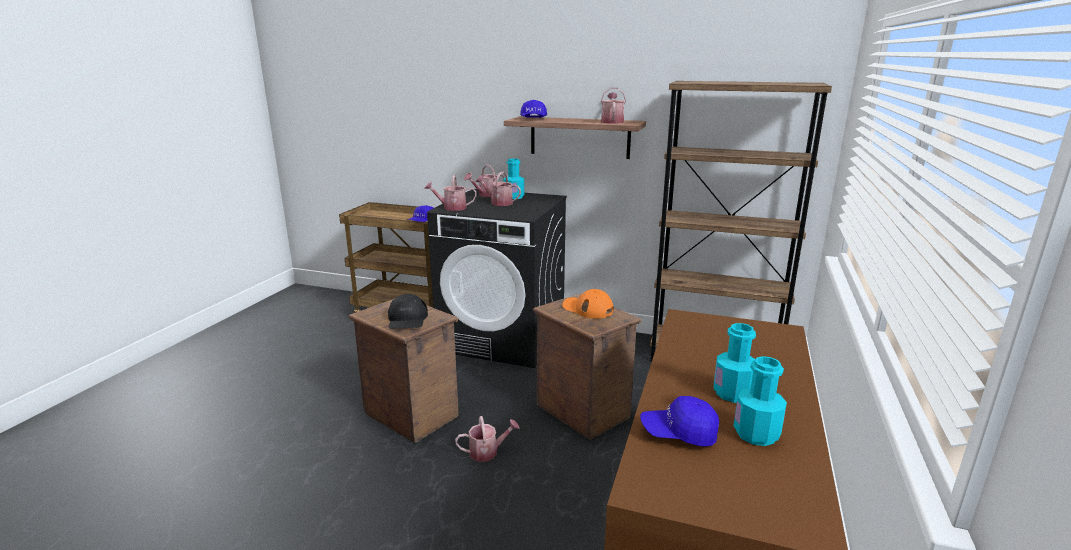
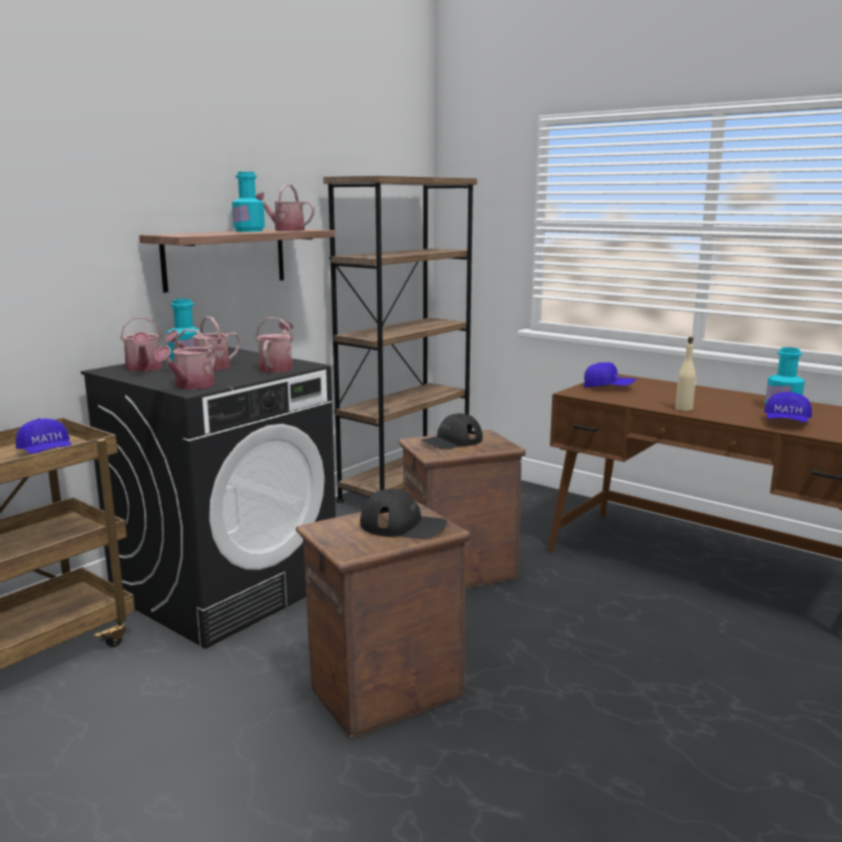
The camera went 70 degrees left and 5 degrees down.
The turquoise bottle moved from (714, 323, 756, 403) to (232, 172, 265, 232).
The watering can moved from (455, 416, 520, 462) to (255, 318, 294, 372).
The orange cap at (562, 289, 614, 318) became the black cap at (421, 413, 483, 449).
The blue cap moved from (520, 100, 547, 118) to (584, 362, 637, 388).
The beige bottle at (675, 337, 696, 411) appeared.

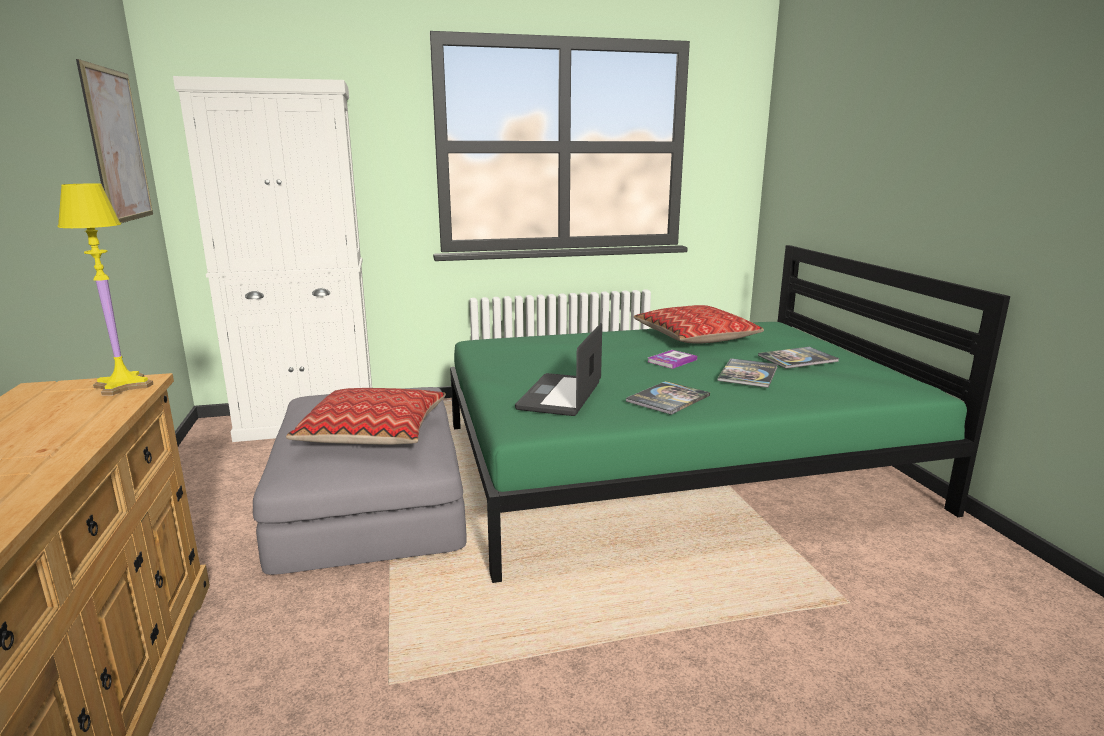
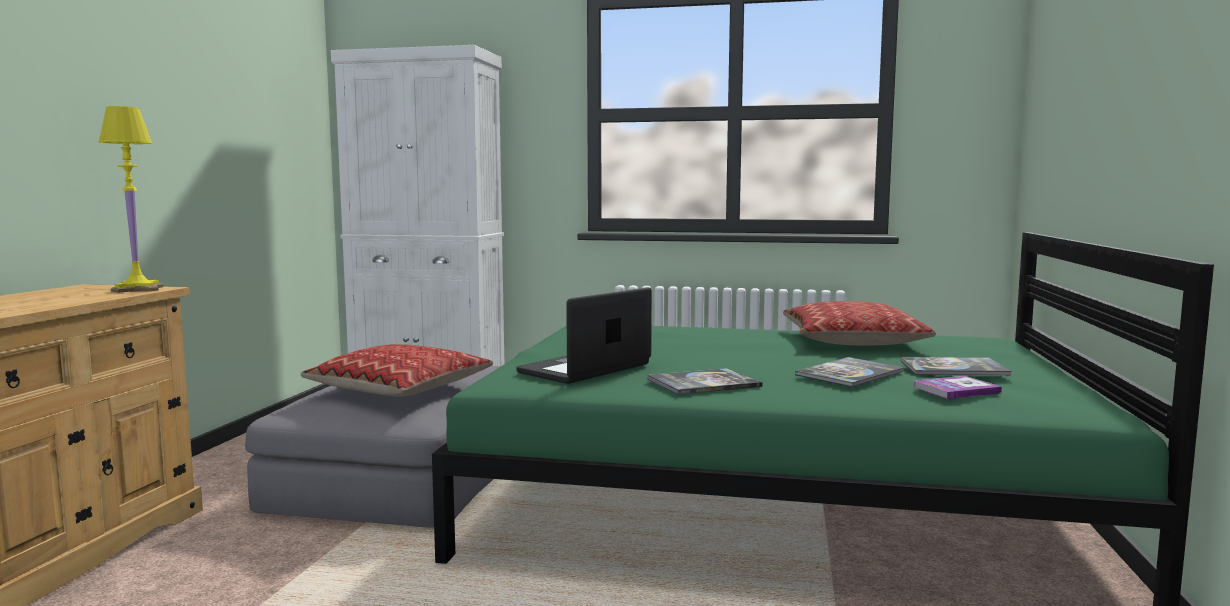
The camera went 25 degrees right and 10 degrees down.
The book moved from (648, 350, 697, 369) to (913, 376, 1002, 399).
The picture at (76, 59, 153, 223) disappeared.

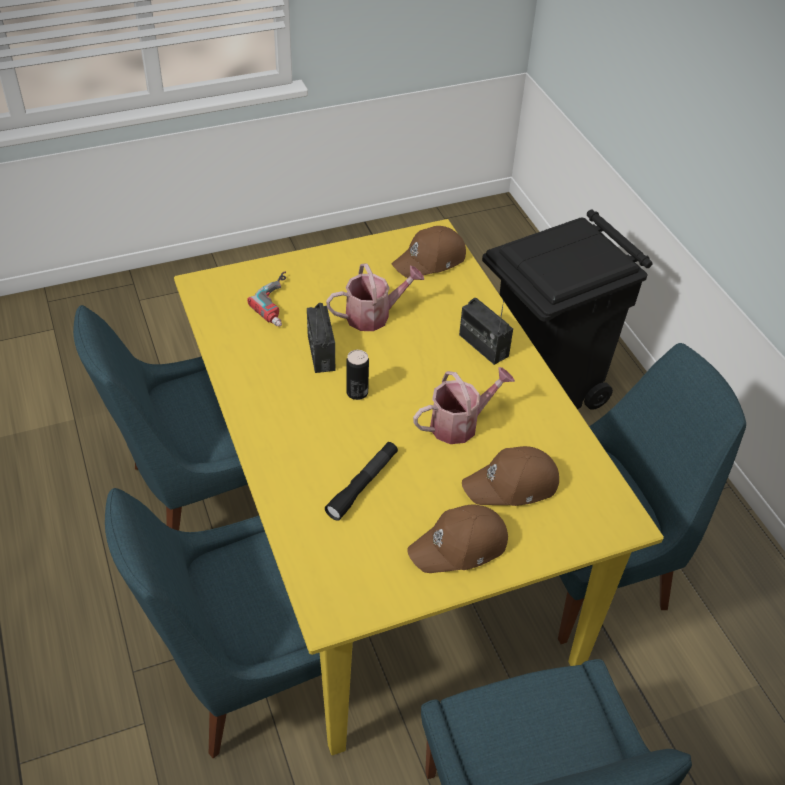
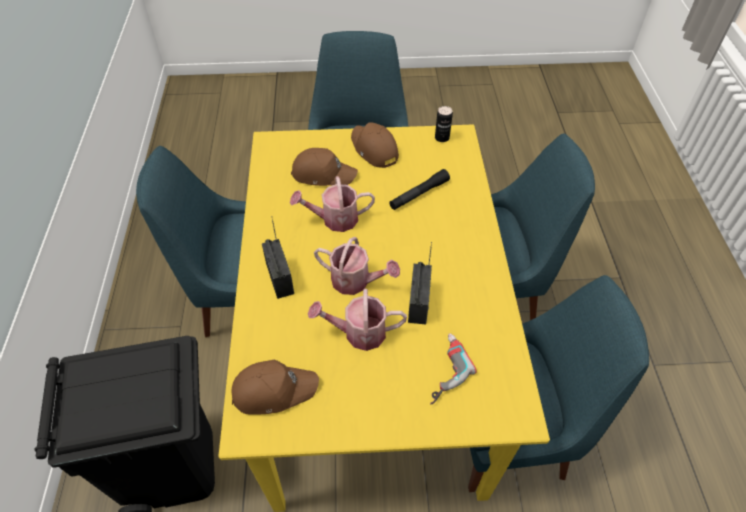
The camera went 160 degrees left and 5 degrees up.
The watering can at (314, 237, 400, 295) appeared.
The brown cap at (407, 505, 508, 573) turned 120 degrees counterclockwise.
The can moved from (346, 350, 369, 400) to (435, 106, 453, 142).

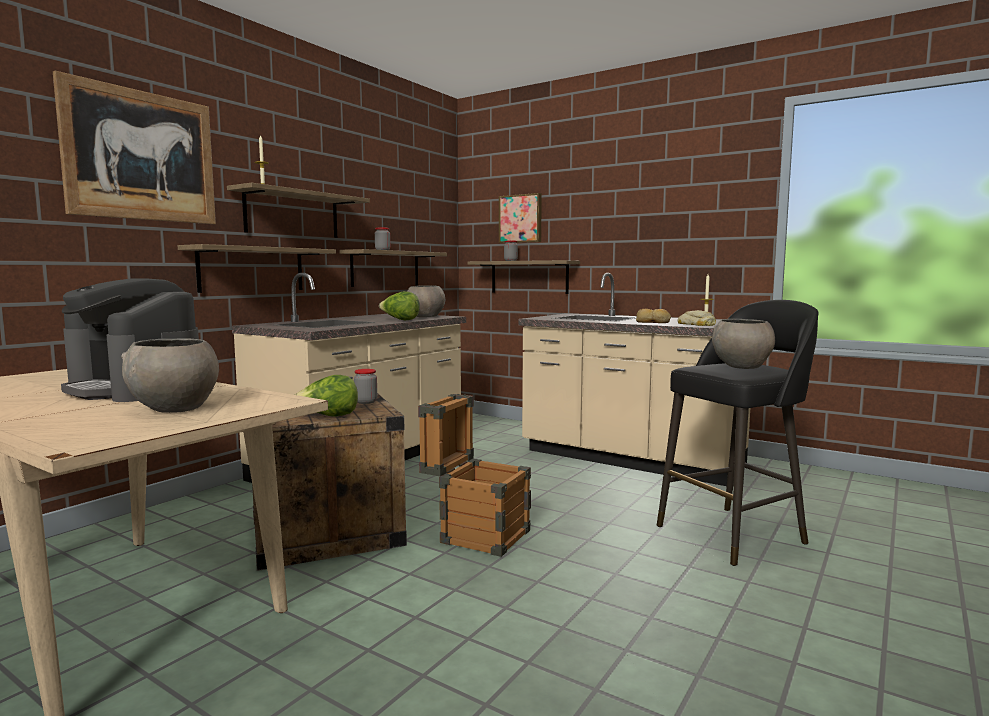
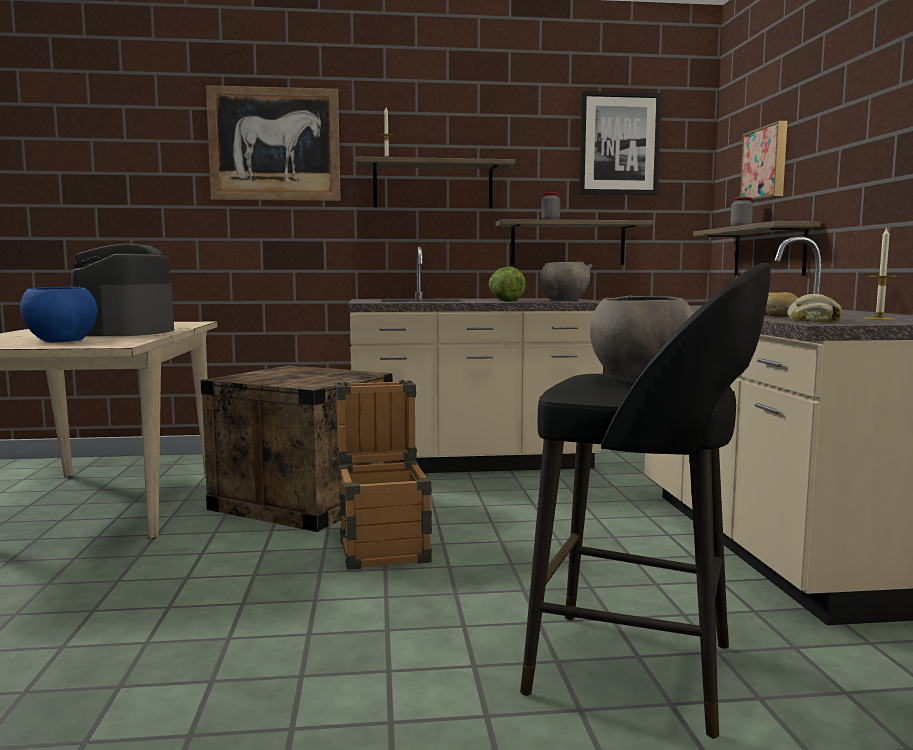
The camera went 50 degrees right and 0 degrees up.
The grey bowl at (121, 338, 219, 413) became the blue bowl at (20, 287, 97, 342).
The picture at (579, 91, 662, 195) appeared.
The shelf at (178, 244, 336, 293) disappeared.
The lettuce at (295, 375, 358, 417) disappeared.
The jar at (354, 369, 377, 404) disappeared.

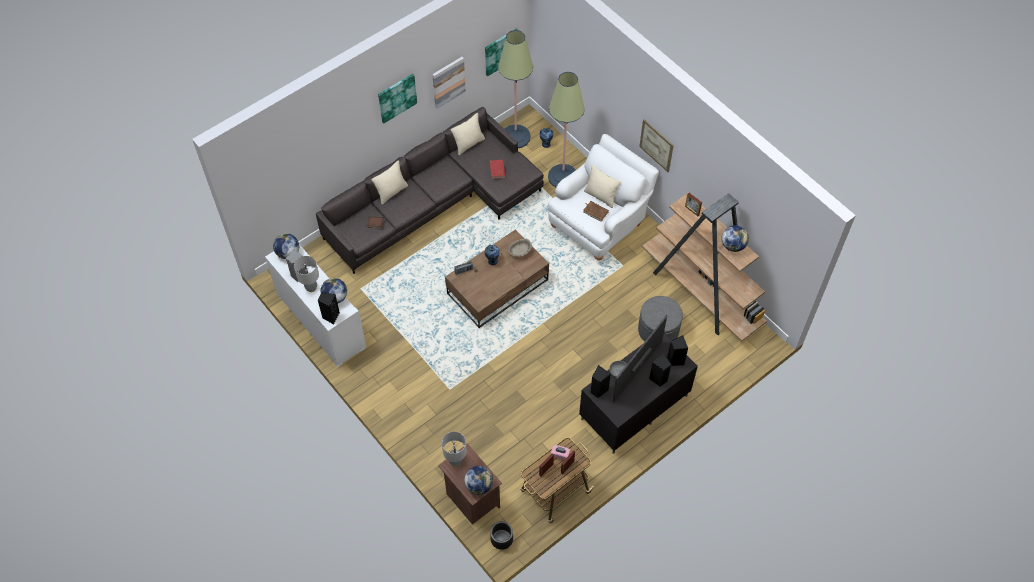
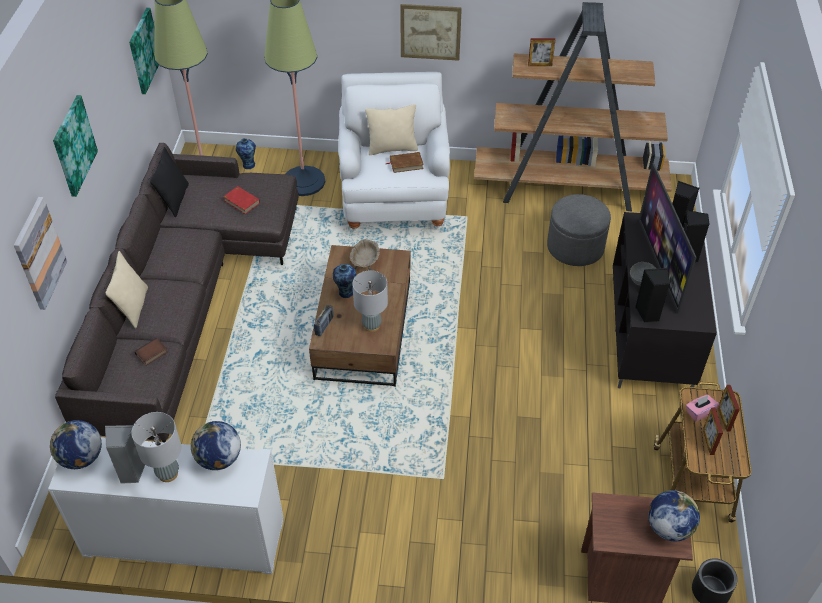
The camera went 45 degrees left and 10 degrees down.
The picture moved from (432, 57, 466, 109) to (14, 197, 67, 310).
The beige pillow at (451, 113, 485, 155) became the black pillow at (150, 147, 189, 218).
The grey table lamp moved from (442, 432, 467, 467) to (353, 270, 388, 332).
The black speaker at (318, 293, 340, 324) disappeared.
The globe at (721, 225, 749, 252) disappeared.

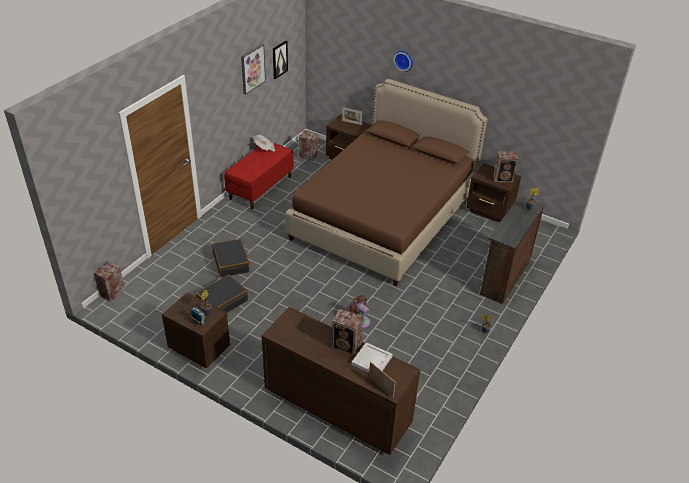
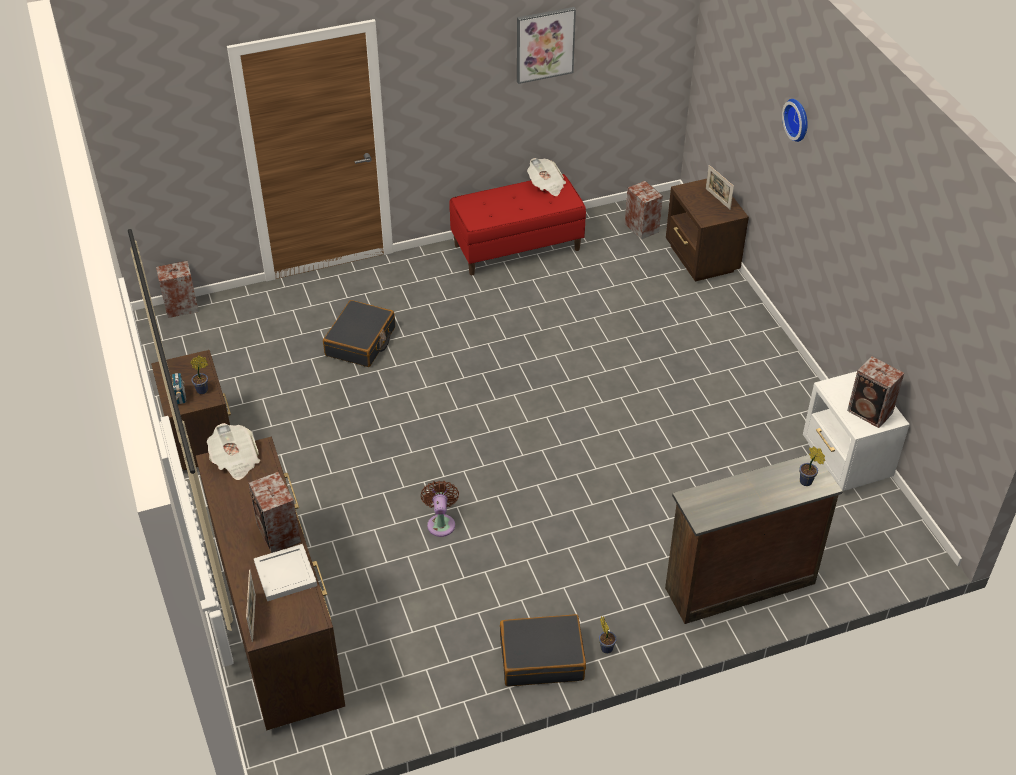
The camera went 40 degrees right and 5 degrees up.
The newspaper at (207, 423, 260, 480) appeared.
The black suitcase moved from (196, 275, 248, 313) to (500, 614, 586, 686).
The brown nightstand at (466, 163, 521, 222) became the white nightstand at (803, 371, 910, 491).
The picture at (273, 41, 288, 79) disappeared.
The brown bed at (285, 79, 488, 287) disappeared.

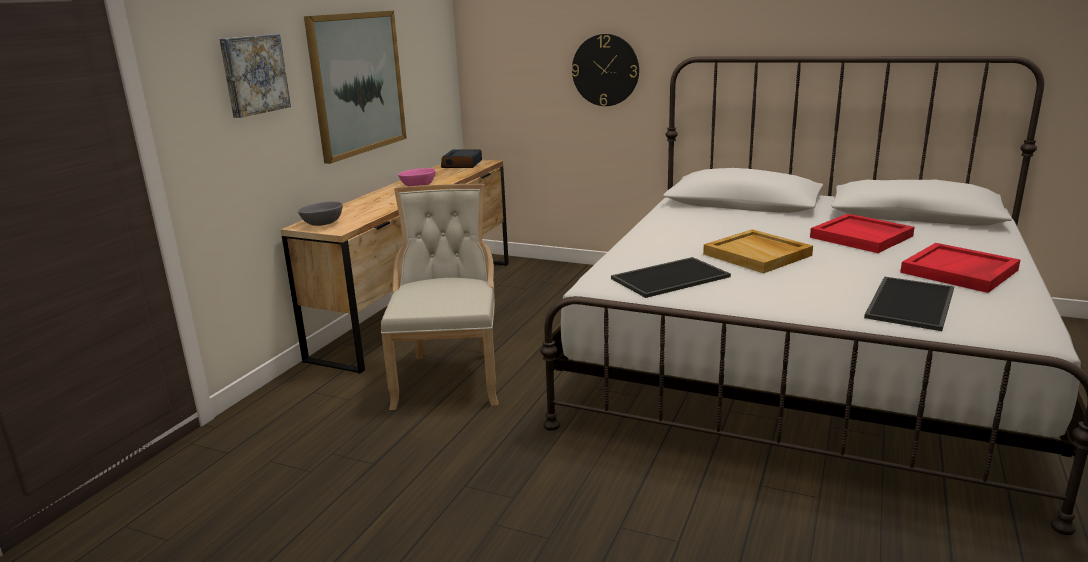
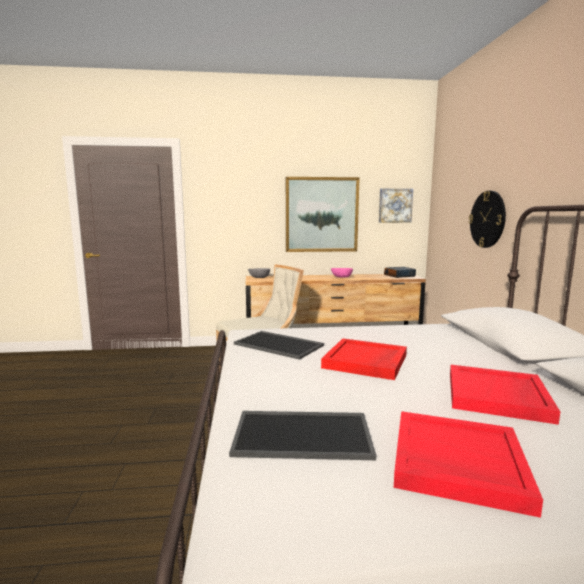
The camera went 60 degrees right and 10 degrees down.
The beige tray at (703, 229, 813, 273) became the red tray at (321, 338, 407, 380).
The picture moved from (219, 34, 291, 118) to (379, 189, 413, 223).

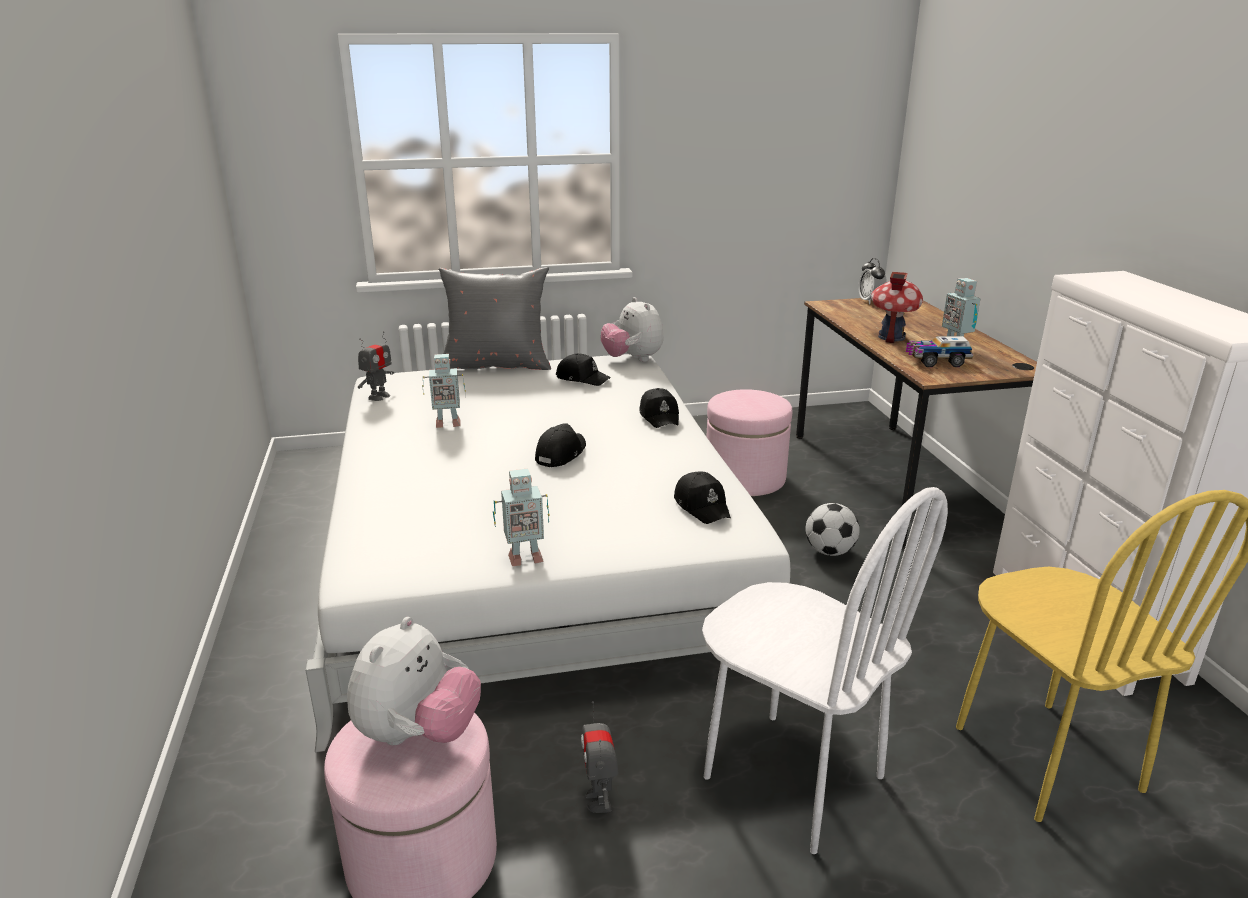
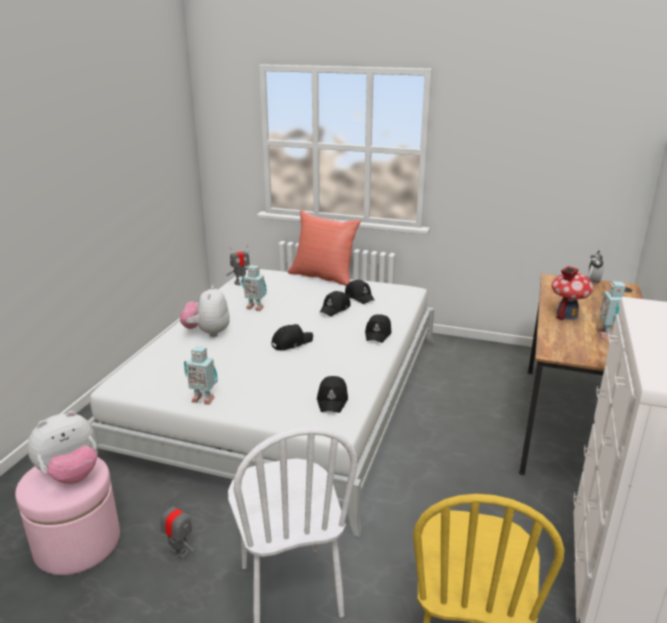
The camera went 30 degrees right and 0 degrees up.
The toy robot at (581, 701, 618, 813) turned 105 degrees clockwise.
The plush toy moved from (601, 297, 664, 362) to (180, 285, 230, 337).
The grey pillow at (439, 267, 551, 370) became the red pillow at (288, 210, 361, 286).
The black cap at (319, 291, 351, 316) appeared.
The pink ottoman at (706, 389, 792, 496) disappeared.
The football at (806, 503, 860, 556) disappeared.
The toy truck at (906, 336, 973, 367) disappeared.

